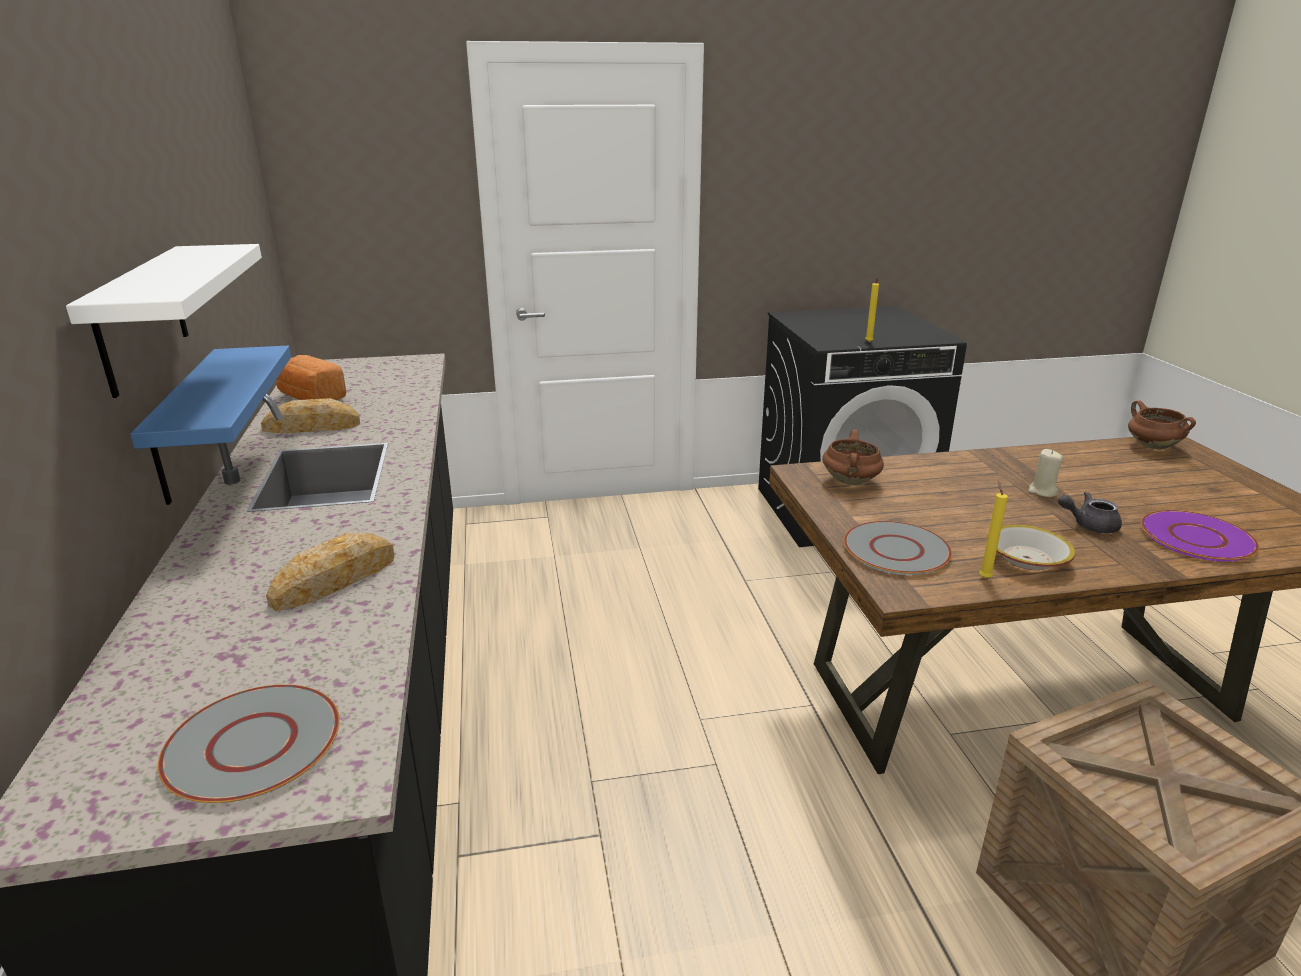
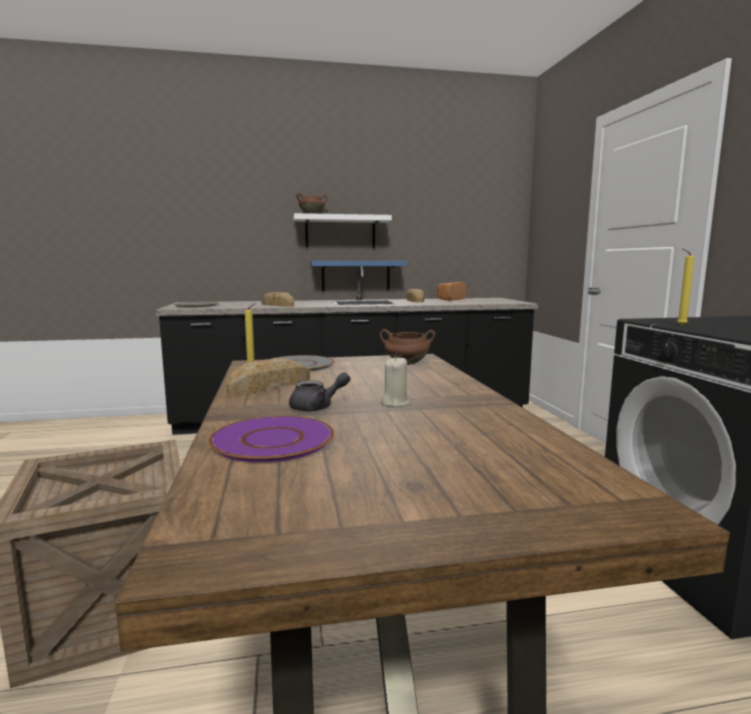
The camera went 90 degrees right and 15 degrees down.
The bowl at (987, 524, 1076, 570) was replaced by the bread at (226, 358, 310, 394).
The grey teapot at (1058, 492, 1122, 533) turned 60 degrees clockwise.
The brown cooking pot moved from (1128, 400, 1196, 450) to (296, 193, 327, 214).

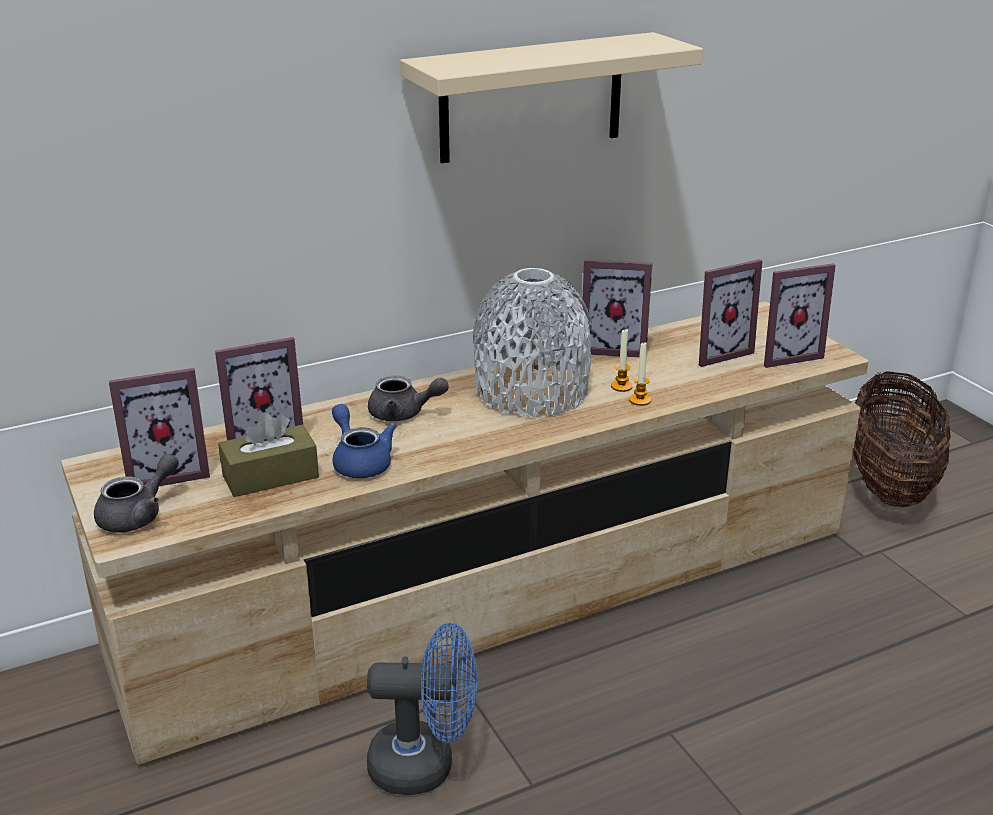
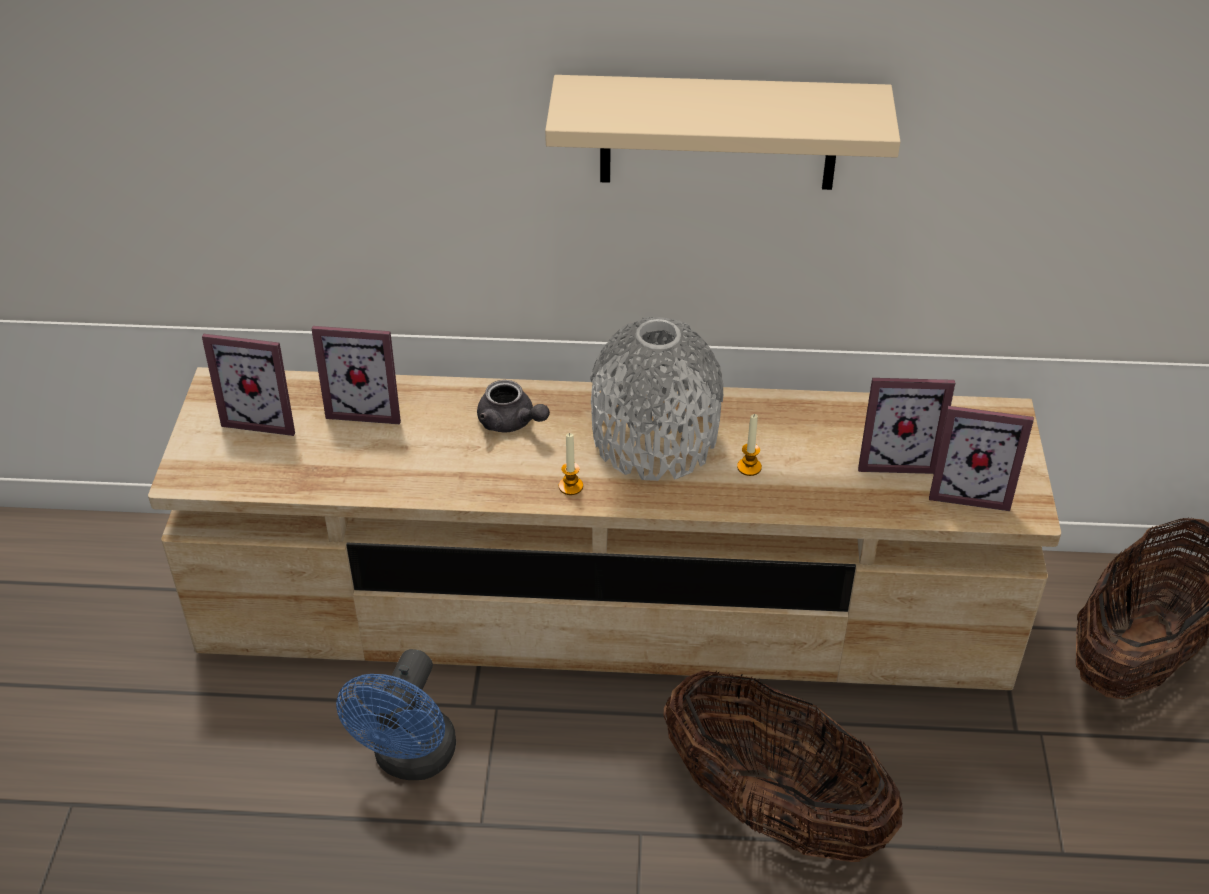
The camera went 30 degrees right and 15 degrees up.
The blue fan at (367, 623, 477, 795) turned 75 degrees clockwise.
The candle moved from (629, 342, 651, 406) to (559, 433, 583, 495).
The basket at (663, 670, 903, 862) appeared.
The grey teapot at (94, 454, 179, 532) disappeared.
The brown tissue box at (218, 412, 319, 497) disappeared.
The blue teapot at (332, 404, 396, 478) disappeared.
The picture frame at (583, 260, 652, 357) disappeared.

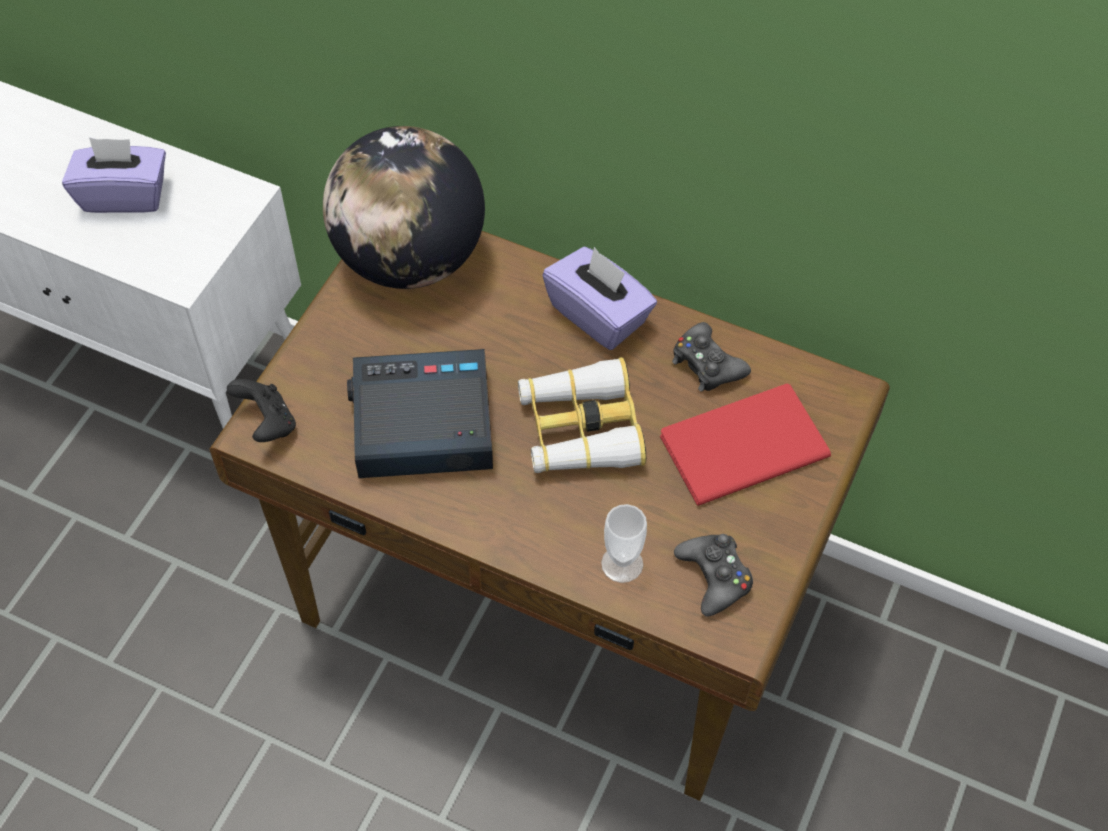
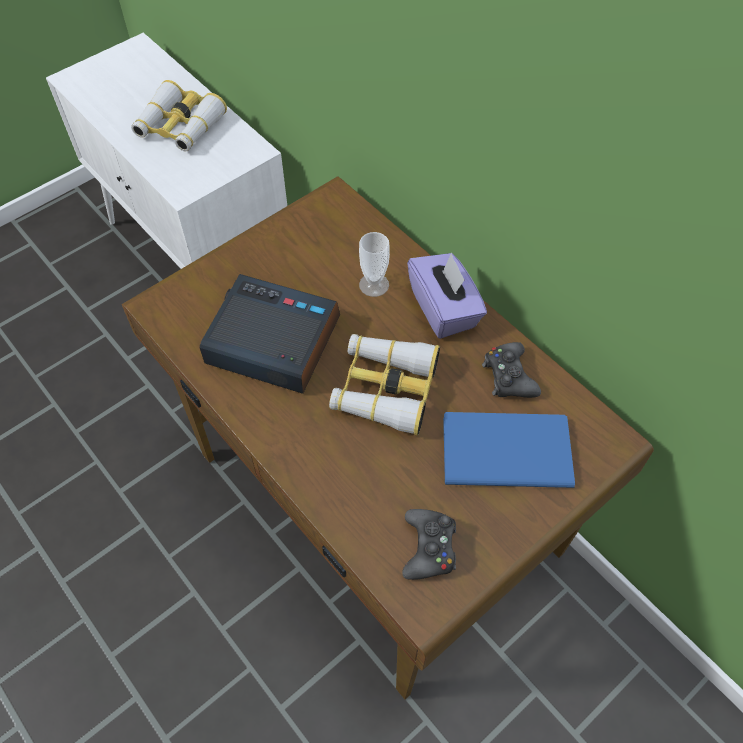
The camera went 25 degrees right and 0 degrees up.
The purple tissue box at (62, 137, 166, 213) was replaced by the binoculars at (131, 80, 227, 151).
The cup moved from (601, 504, 647, 583) to (359, 232, 390, 297).
The red book at (660, 384, 831, 506) became the blue book at (443, 412, 575, 488).
The black game controller at (227, 379, 296, 442) disappeared.
The globe at (323, 126, 485, 289) disappeared.

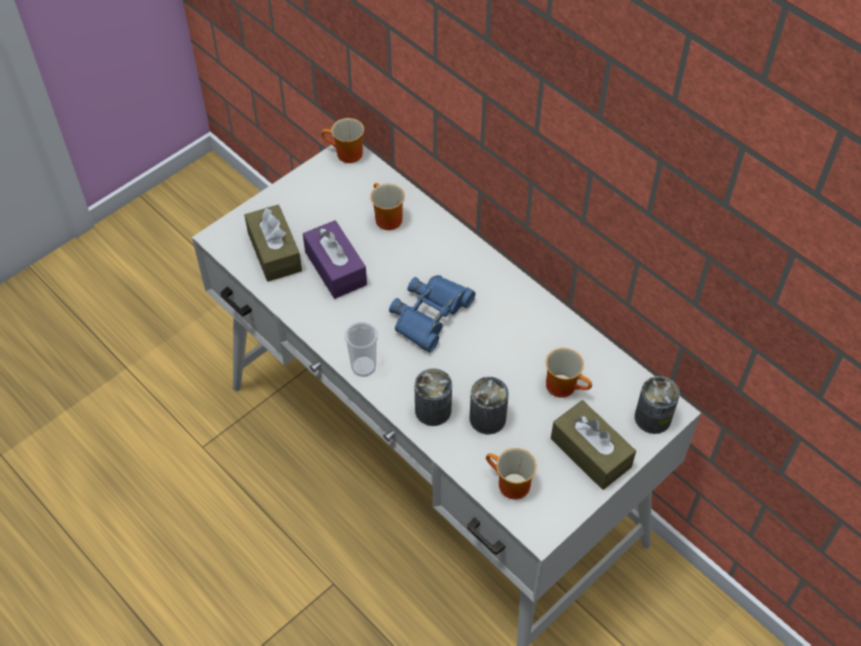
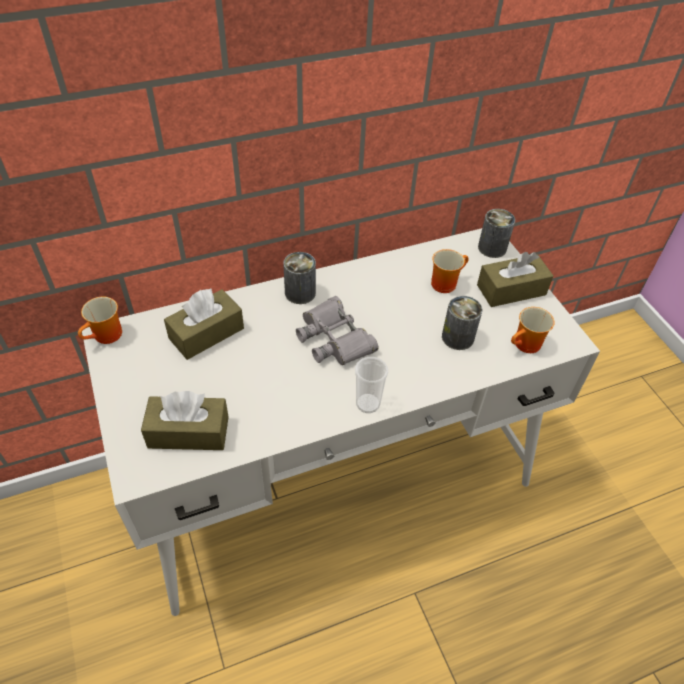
The camera went 70 degrees left and 5 degrees down.
The mug at (370, 183, 405, 230) was replaced by the brown tissue box at (164, 289, 244, 360).
The can moved from (414, 368, 452, 426) to (283, 252, 316, 304).
The blue binoculars at (389, 275, 476, 353) became the grey binoculars at (296, 296, 378, 365).
The purple tissue box at (303, 220, 367, 299) disappeared.

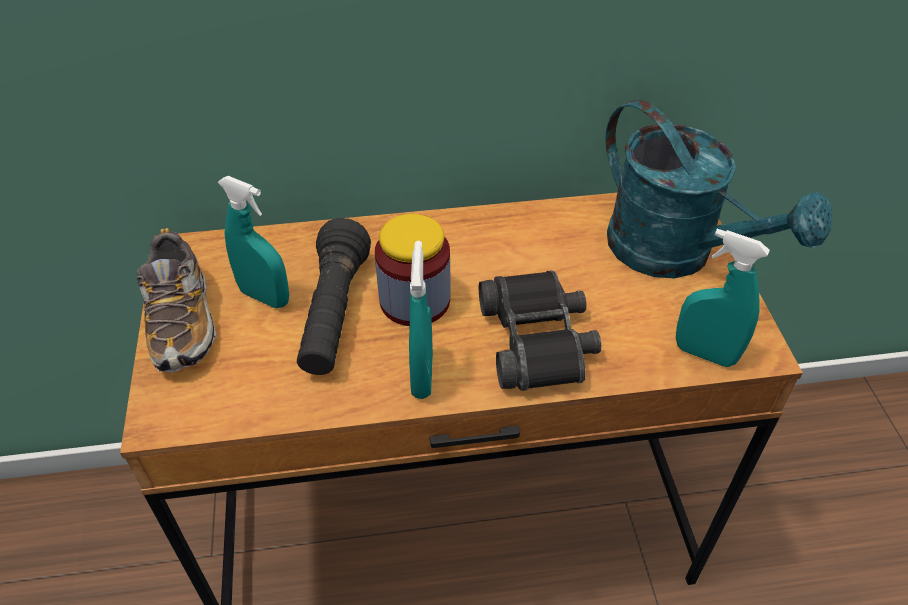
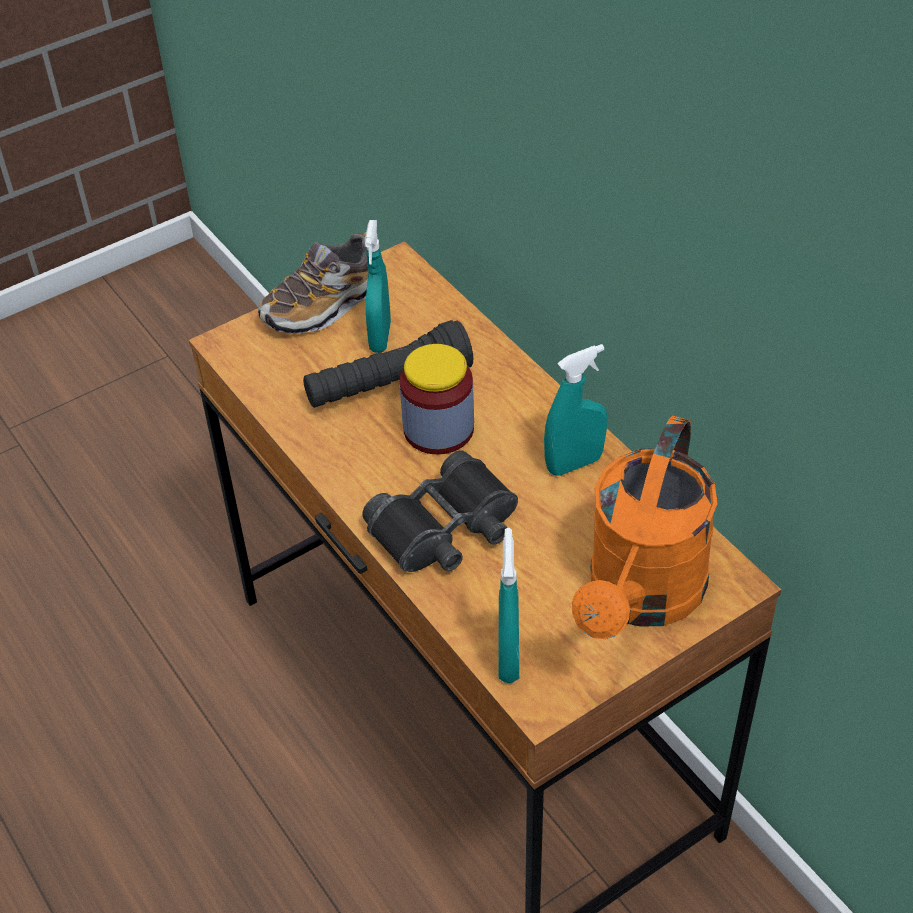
The camera went 65 degrees right and 0 degrees up.
The turquoise spray bottle moved from (409, 241, 433, 399) to (544, 344, 607, 476).
The turquoise watering can at (605, 100, 832, 278) became the orange watering can at (572, 416, 717, 639).

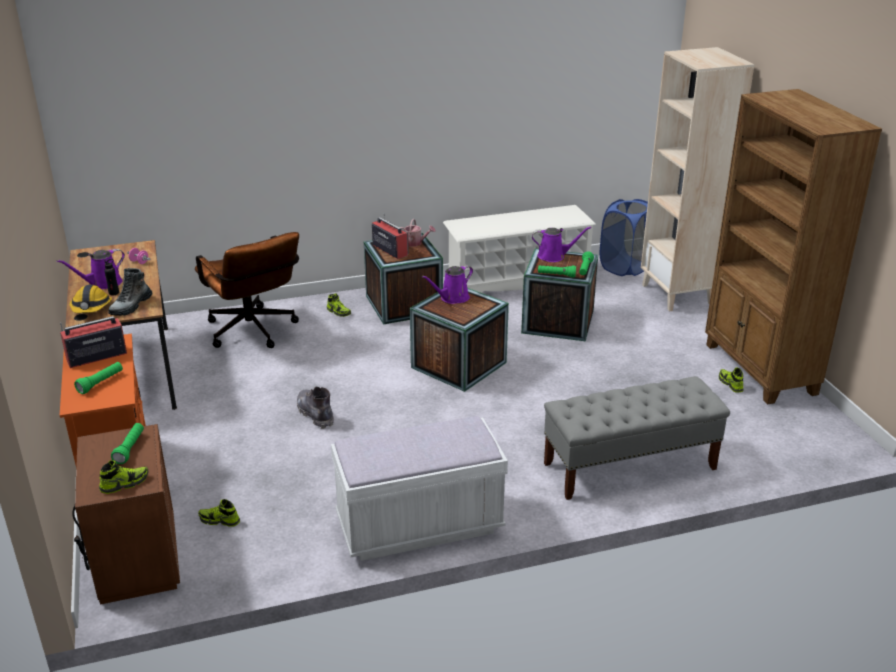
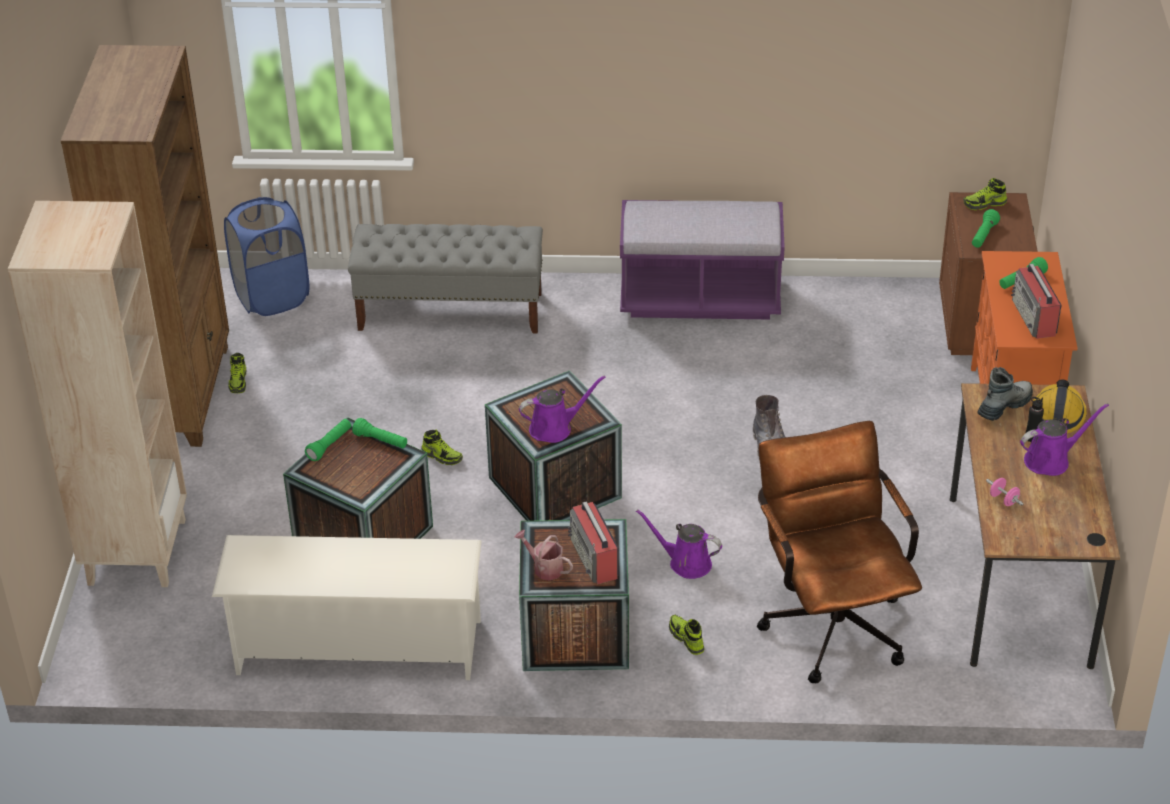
The camera went 160 degrees left and 10 degrees up.
The blue laundry basket moved from (600, 199, 648, 276) to (224, 197, 309, 316).
The shoe moved from (198, 499, 240, 527) to (421, 430, 463, 465).
The white bench at (331, 416, 508, 561) became the purple bench at (620, 200, 785, 319).
The purple watering can moved from (532, 226, 591, 262) to (636, 509, 722, 579).
The radio at (60, 316, 127, 368) turned 90 degrees clockwise.

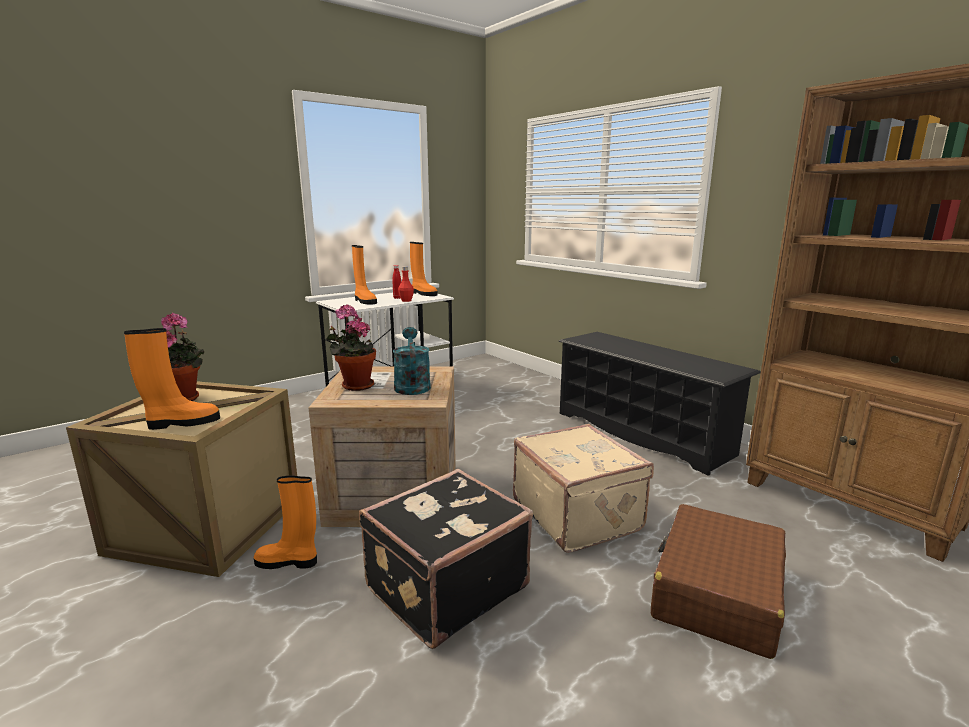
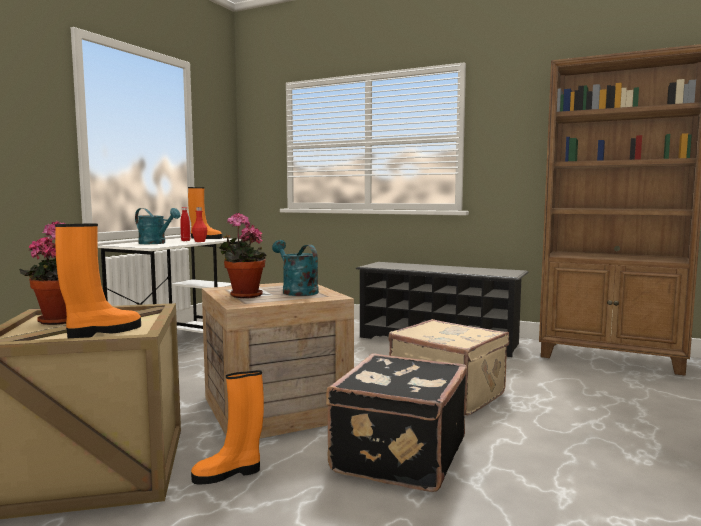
The camera went 25 degrees left and 10 degrees down.
The orange boot at (352, 245, 377, 305) was replaced by the turquoise watering can at (135, 208, 180, 244).
The brown suitcase at (651, 504, 786, 659) disappeared.

